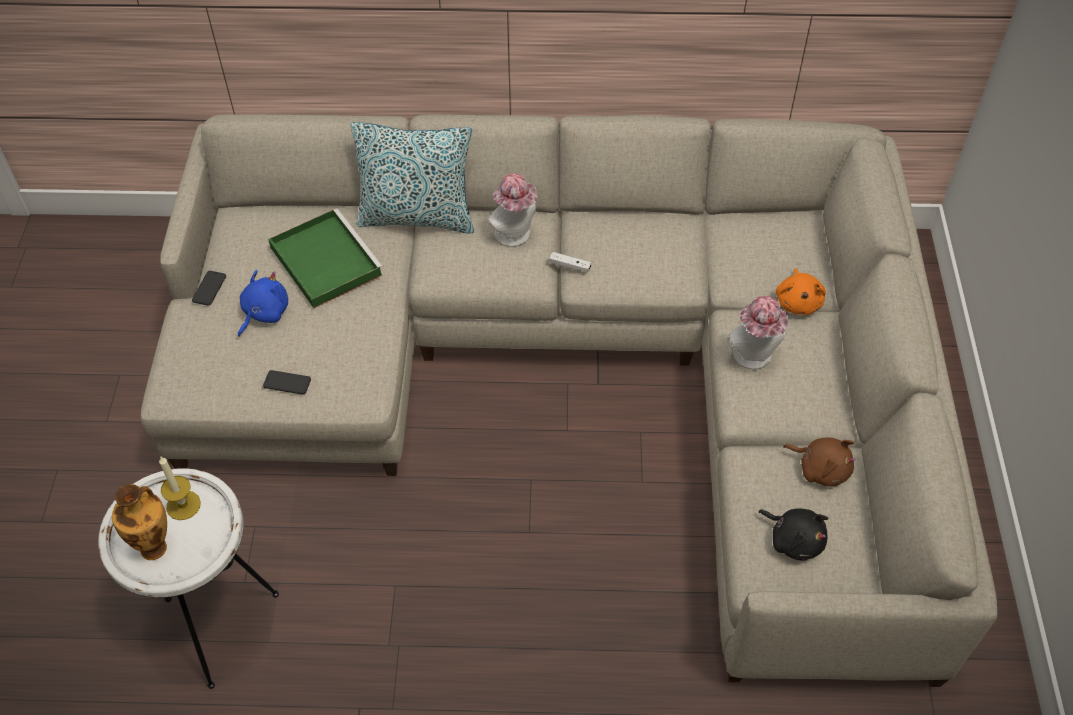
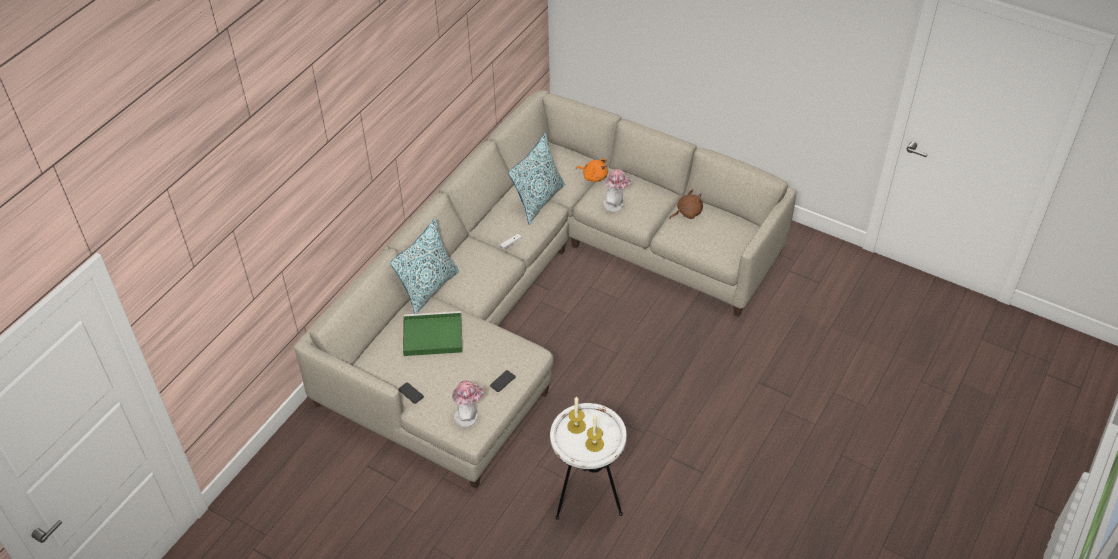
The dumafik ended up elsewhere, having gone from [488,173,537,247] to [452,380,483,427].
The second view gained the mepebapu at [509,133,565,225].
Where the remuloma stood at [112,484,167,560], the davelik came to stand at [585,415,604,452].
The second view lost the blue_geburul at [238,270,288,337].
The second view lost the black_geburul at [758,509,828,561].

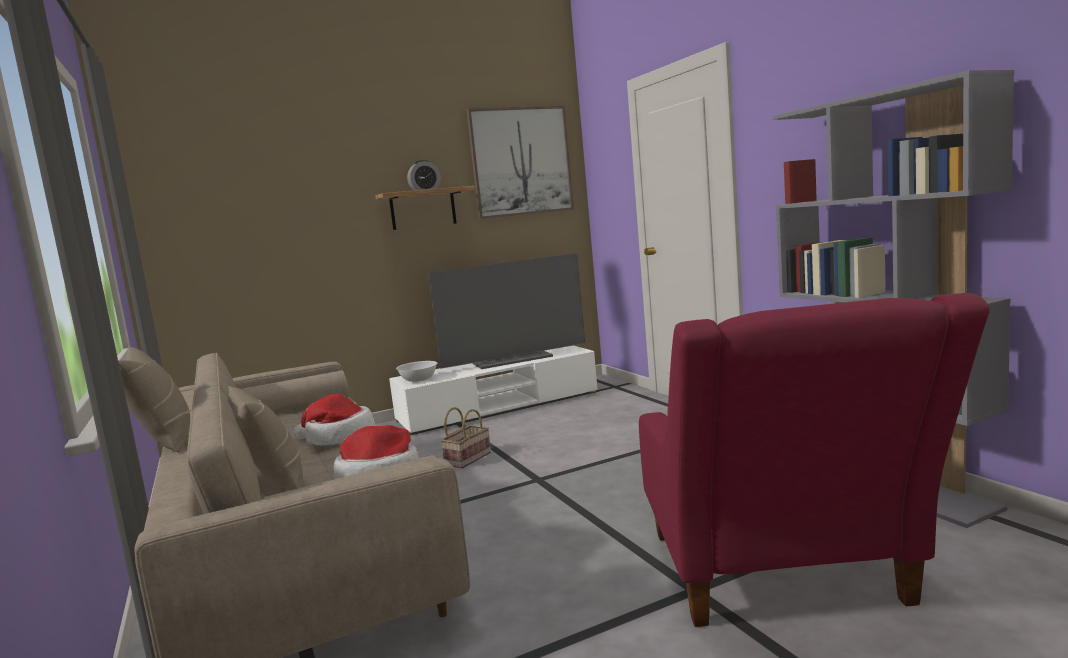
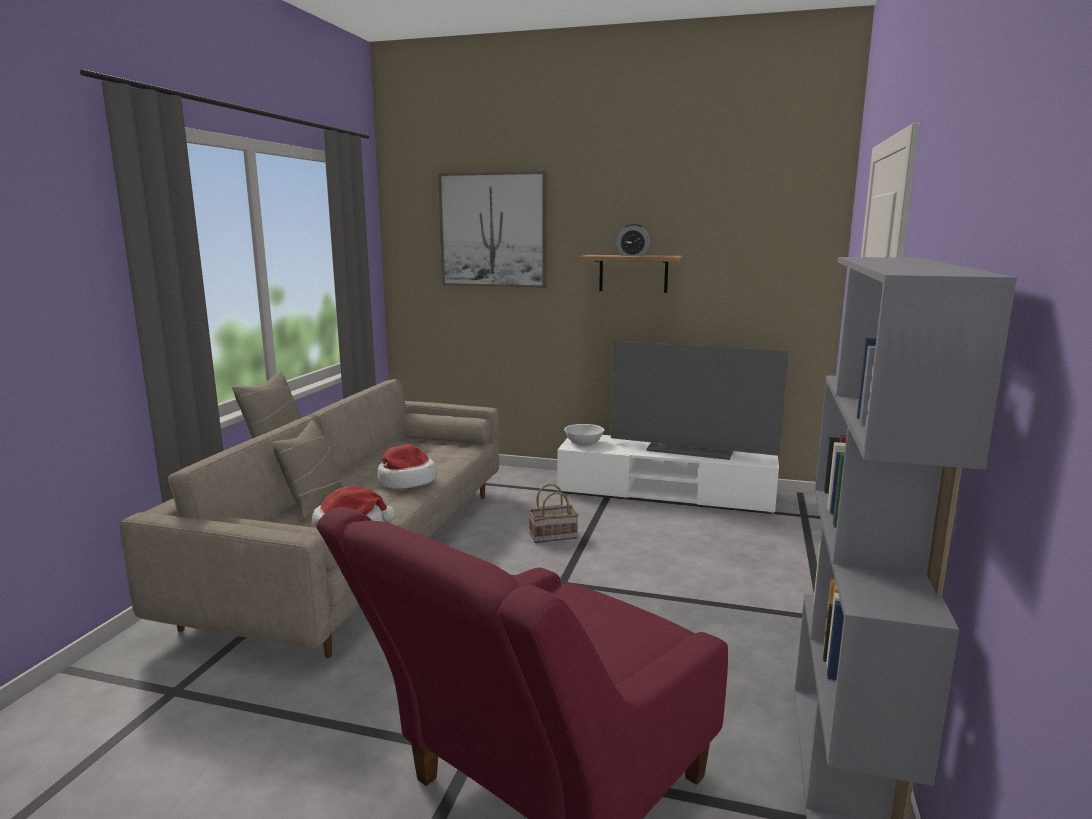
The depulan ended up elsewhere, having gone from [466,106,574,219] to [438,171,546,288].

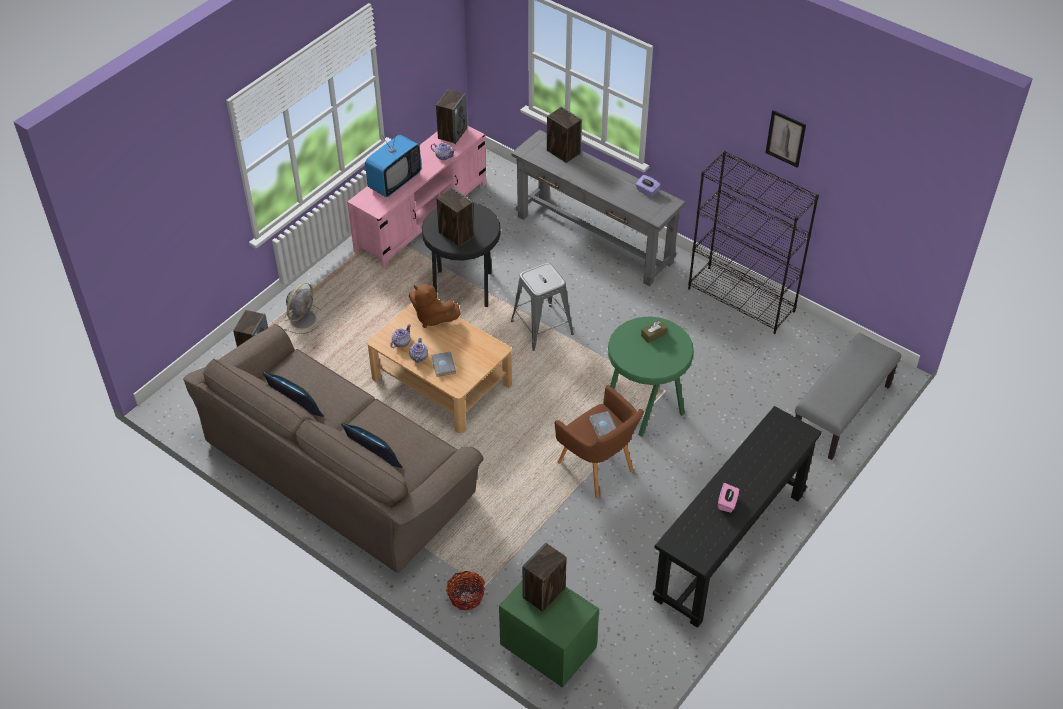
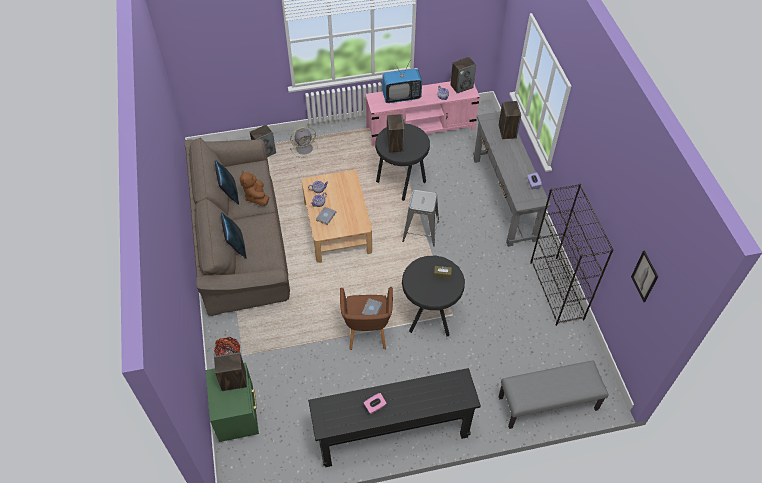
The brown_geburul ended up elsewhere, having gone from [409,284,460,328] to [240,170,269,206].
What was the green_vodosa at [608,316,694,437] turned into the black_vodosa at [402,256,465,336].
The depulan ended up elsewhere, having gone from [765,110,806,168] to [631,250,658,302].

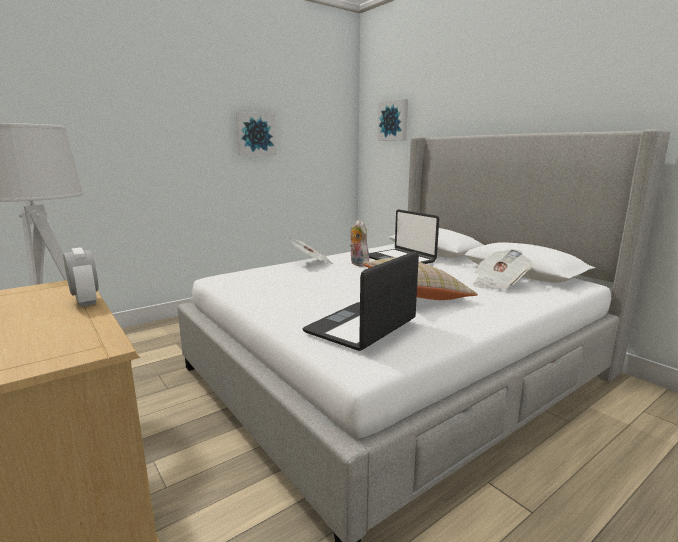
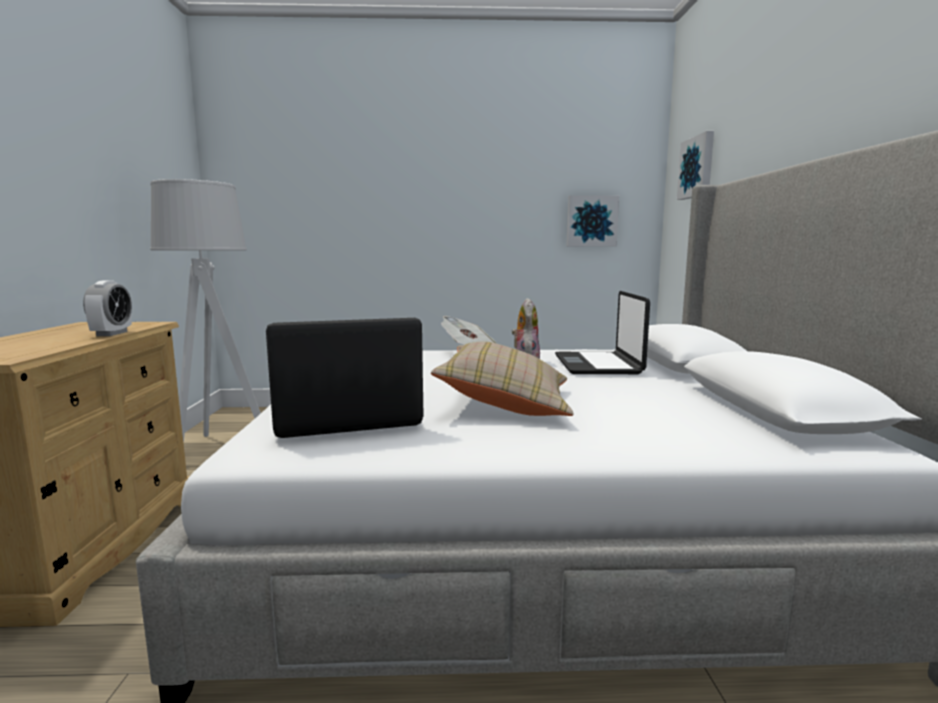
The depulan ended up elsewhere, having gone from [236,112,277,155] to [567,195,619,246].
The second view lost the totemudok at [473,249,532,289].

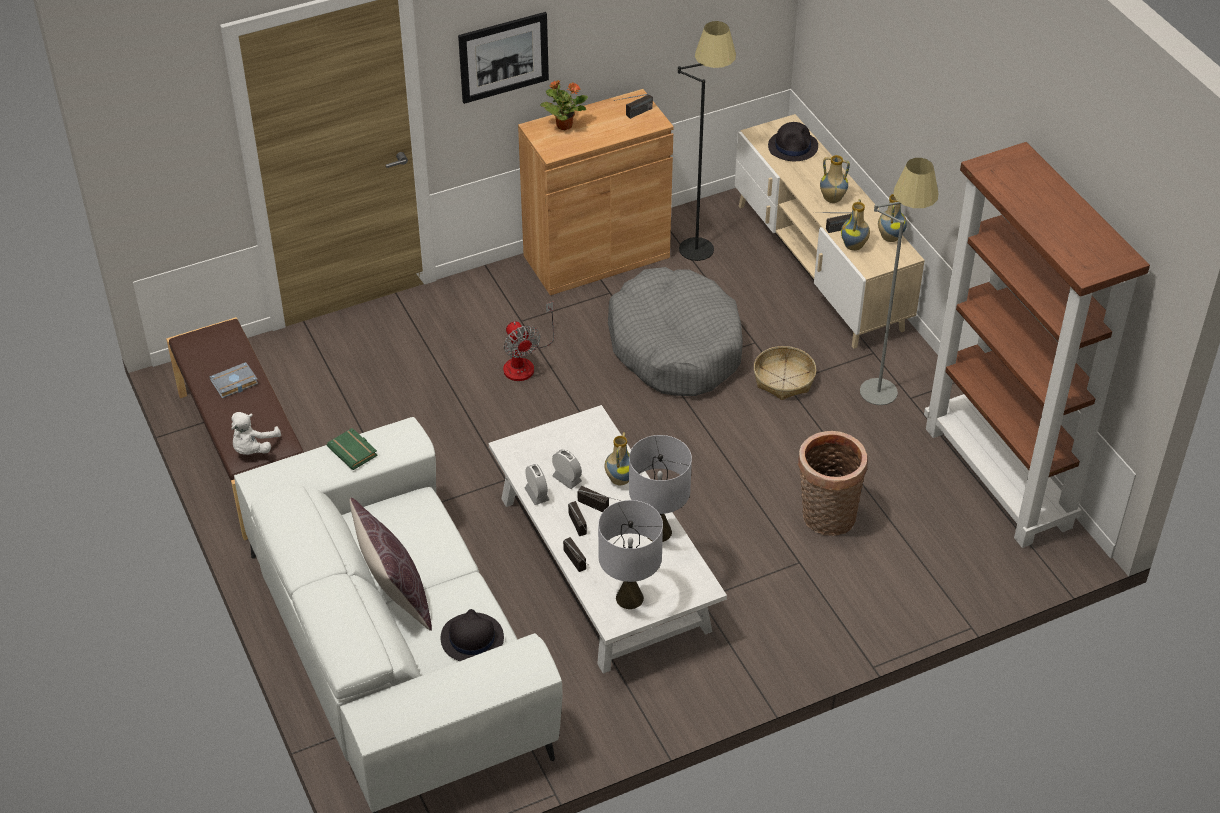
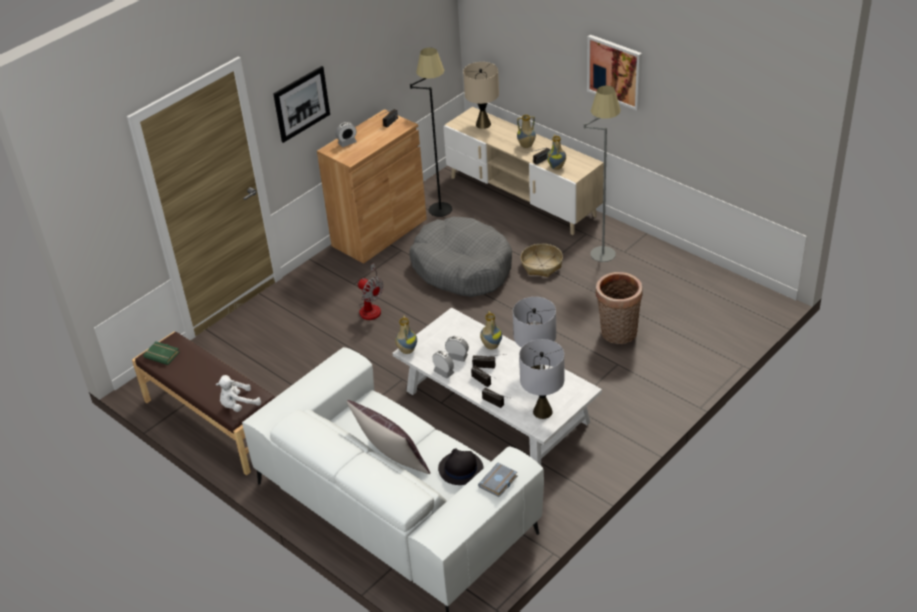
The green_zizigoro ended up elsewhere, having gone from [327,428,378,470] to [143,342,180,365].
The white_geburul at [231,412,281,455] ended up facing another way, 60 degrees clockwise from before.
Where the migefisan stood at [540,80,588,130], the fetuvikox came to stand at [336,122,357,147].
The remuloma ended up elsewhere, having gone from [878,194,907,242] to [395,316,417,354].
Where the black_dumafik stood at [768,122,818,161], the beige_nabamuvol came to stand at [463,62,499,129].
The grey_zizigoro ended up elsewhere, having gone from [210,362,258,398] to [478,463,518,497].
The second view gained the depulan at [587,35,642,111].
The second view lost the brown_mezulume at [924,142,1150,548].

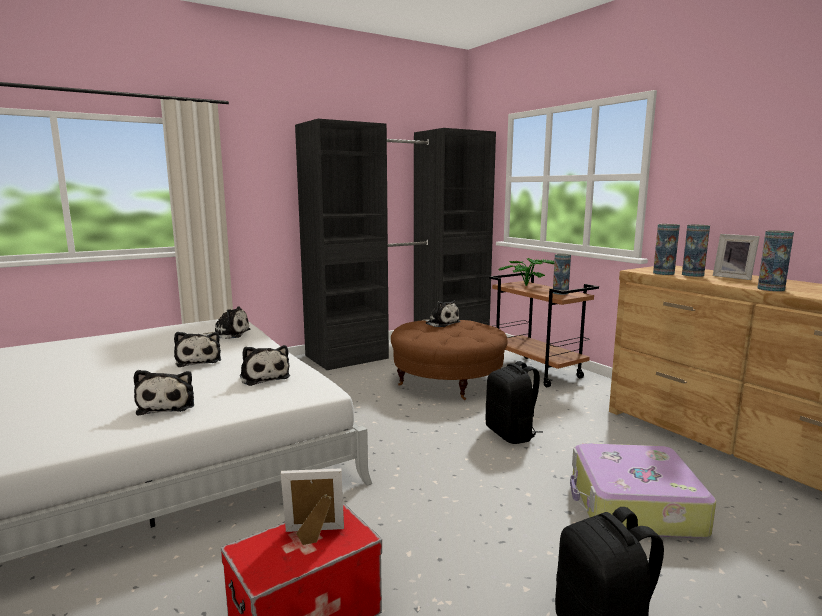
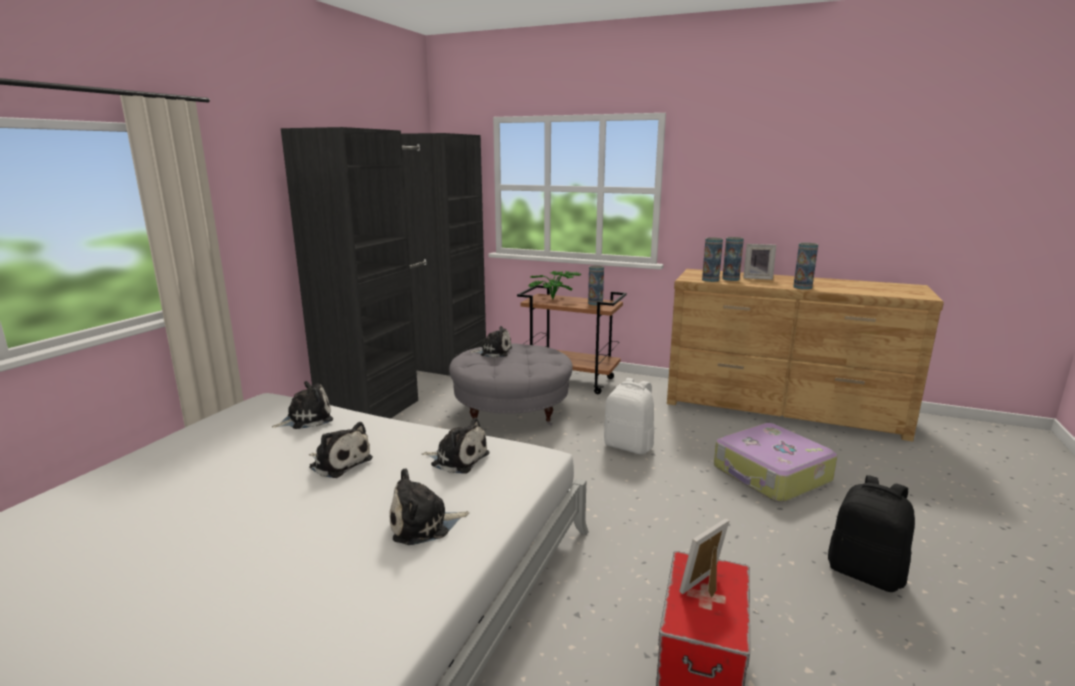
The geburul at [134,370,194,416] ended up facing another way, 120 degrees clockwise from before.
What was the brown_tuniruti at [391,320,508,400] turned into the grey_tuniruti at [449,343,573,426].
What was the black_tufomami at [486,361,543,444] turned into the white_tufomami at [604,378,654,454].

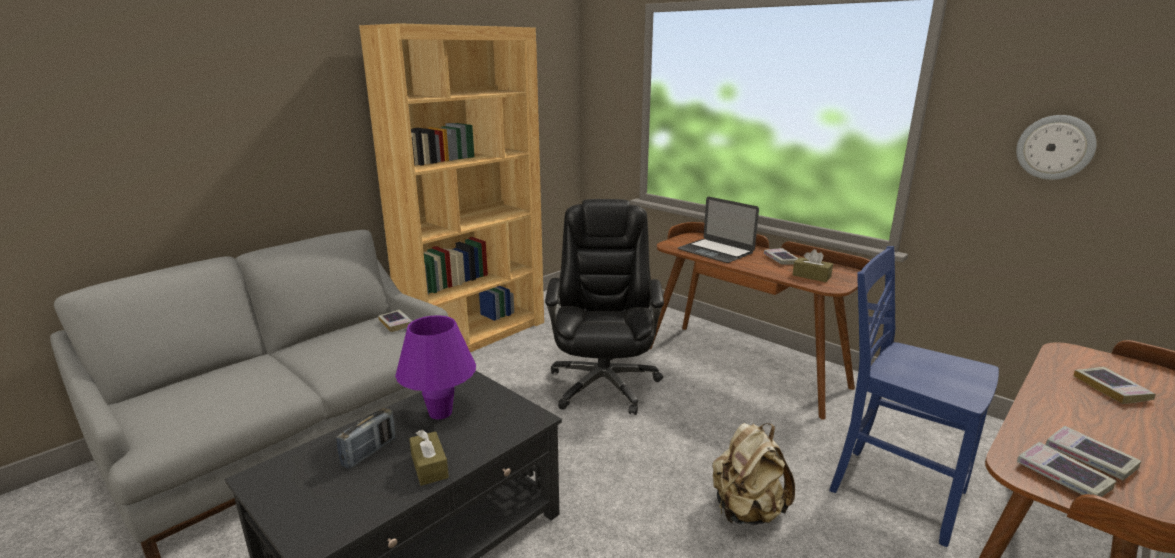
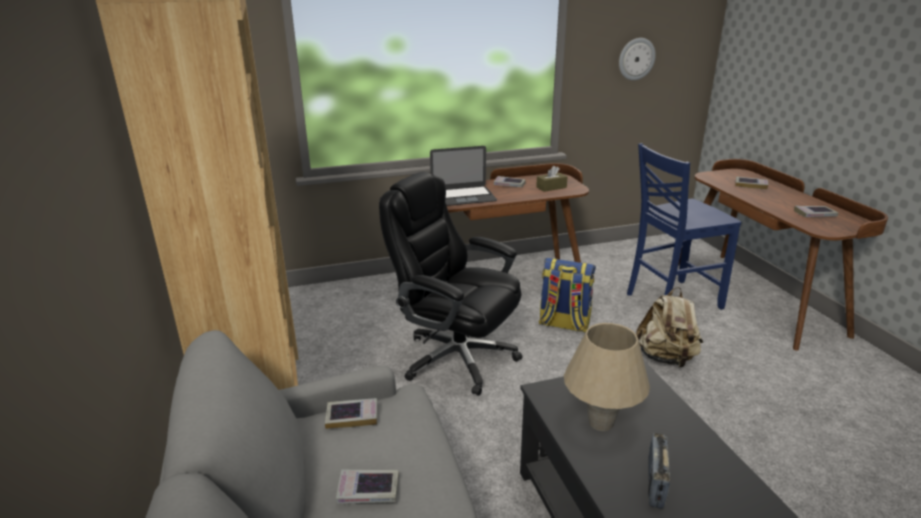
The zizigoro ended up elsewhere, having gone from [1017,442,1116,497] to [336,469,399,503].
The second view gained the tufomami at [539,258,596,332].
What was the purple_nabamuvol at [395,315,476,419] turned into the beige_nabamuvol at [564,323,650,431].
The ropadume at [336,408,395,469] ended up facing another way, 135 degrees counterclockwise from before.
The second view lost the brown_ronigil at [409,430,449,486].

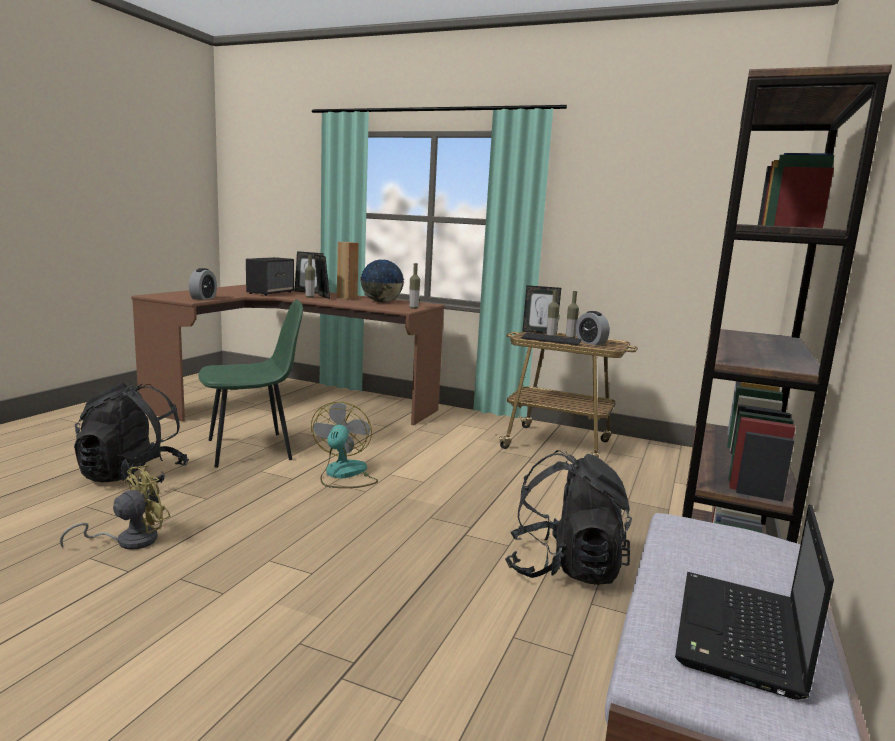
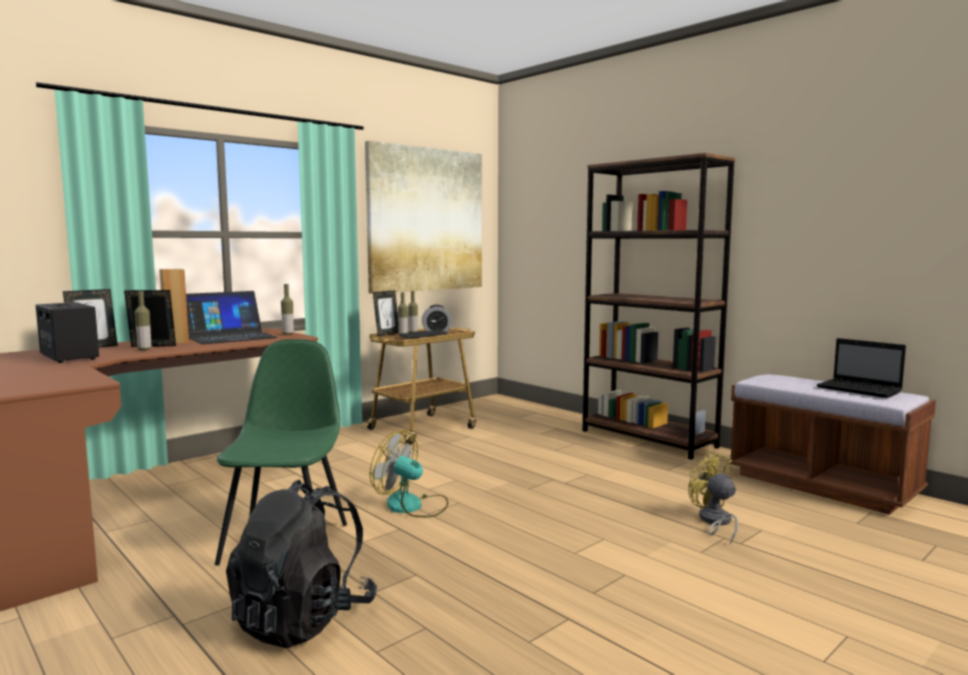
Where the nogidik stood at [360,259,404,303], the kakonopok came to stand at [186,291,277,344].
The second view gained the depulan at [365,141,482,294].
The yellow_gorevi ended up elsewhere, having gone from [60,465,171,550] to [688,451,738,544].
The second view lost the fetuvikox at [189,268,217,300].
The second view lost the black_tufomami at [505,450,632,585].

